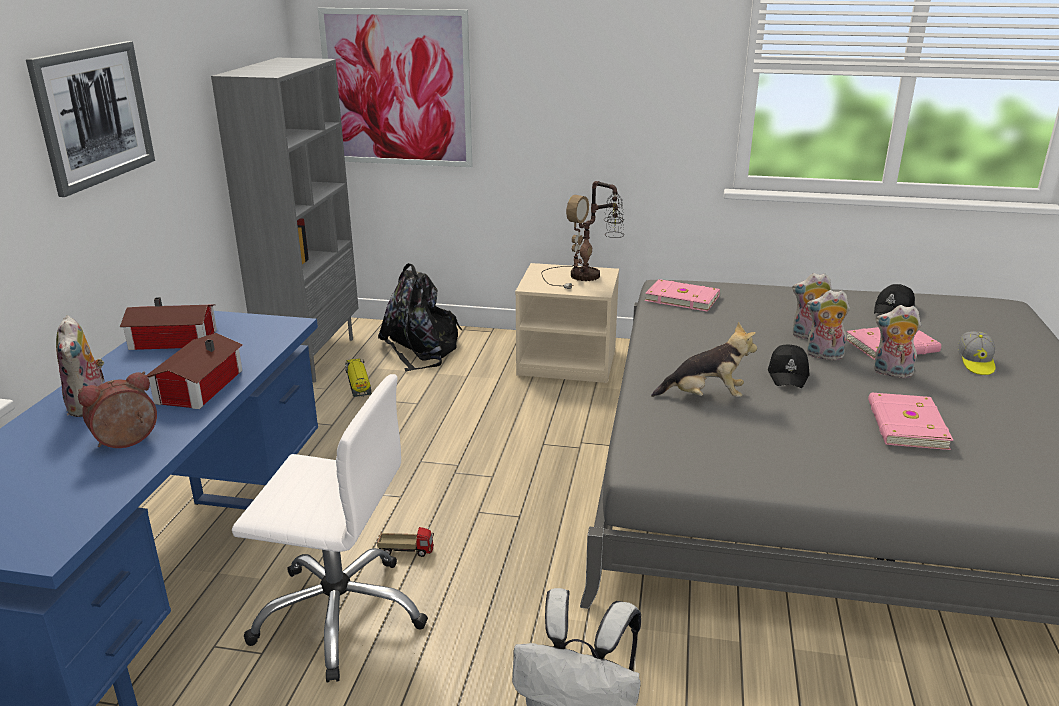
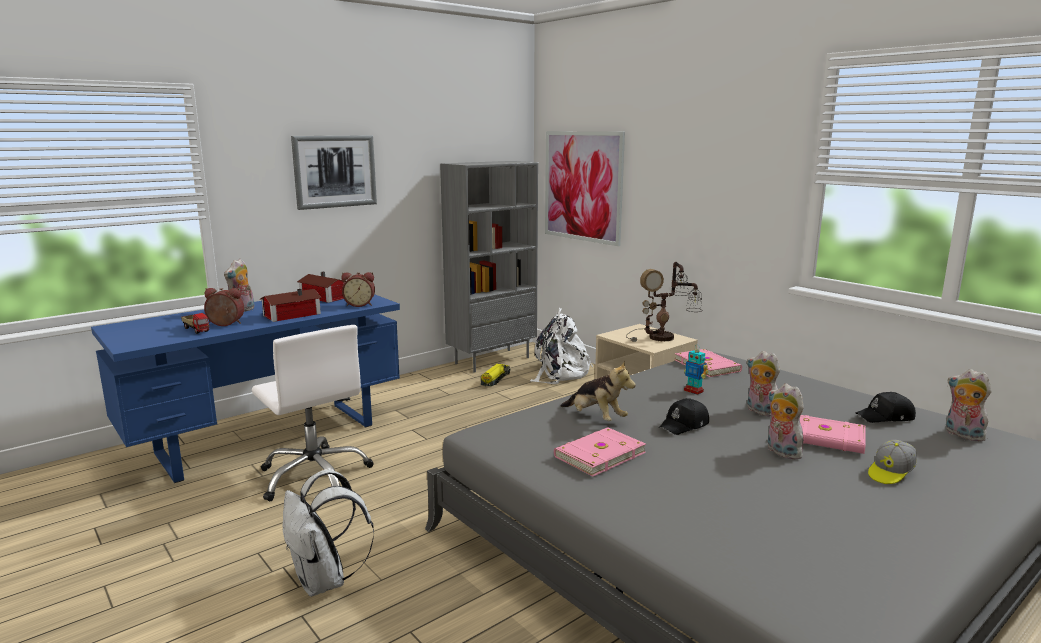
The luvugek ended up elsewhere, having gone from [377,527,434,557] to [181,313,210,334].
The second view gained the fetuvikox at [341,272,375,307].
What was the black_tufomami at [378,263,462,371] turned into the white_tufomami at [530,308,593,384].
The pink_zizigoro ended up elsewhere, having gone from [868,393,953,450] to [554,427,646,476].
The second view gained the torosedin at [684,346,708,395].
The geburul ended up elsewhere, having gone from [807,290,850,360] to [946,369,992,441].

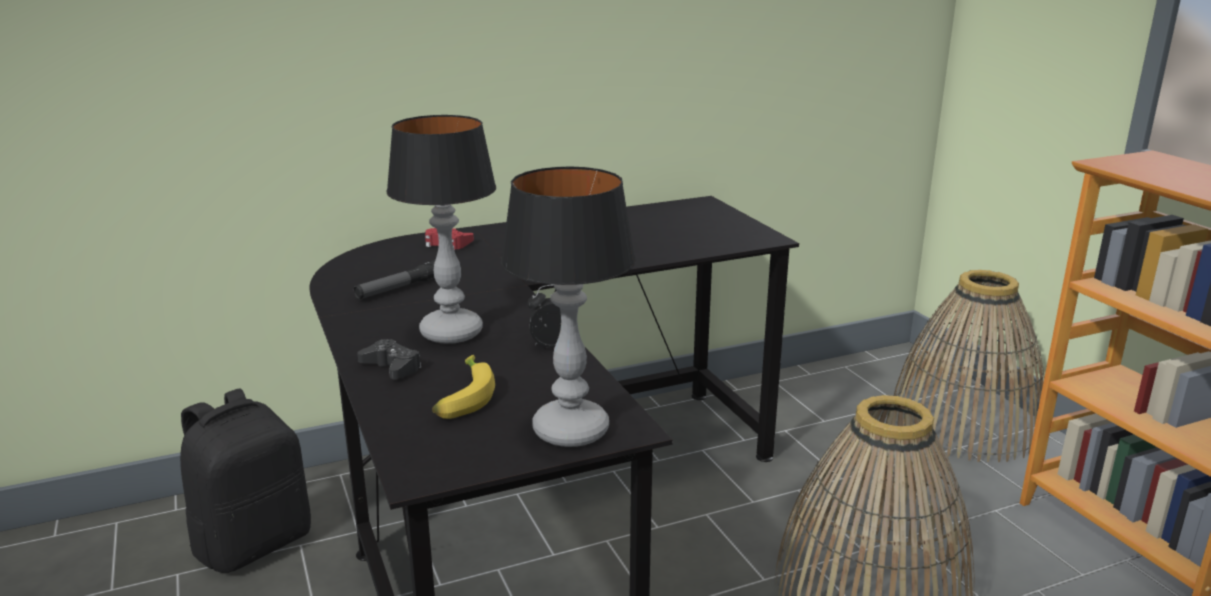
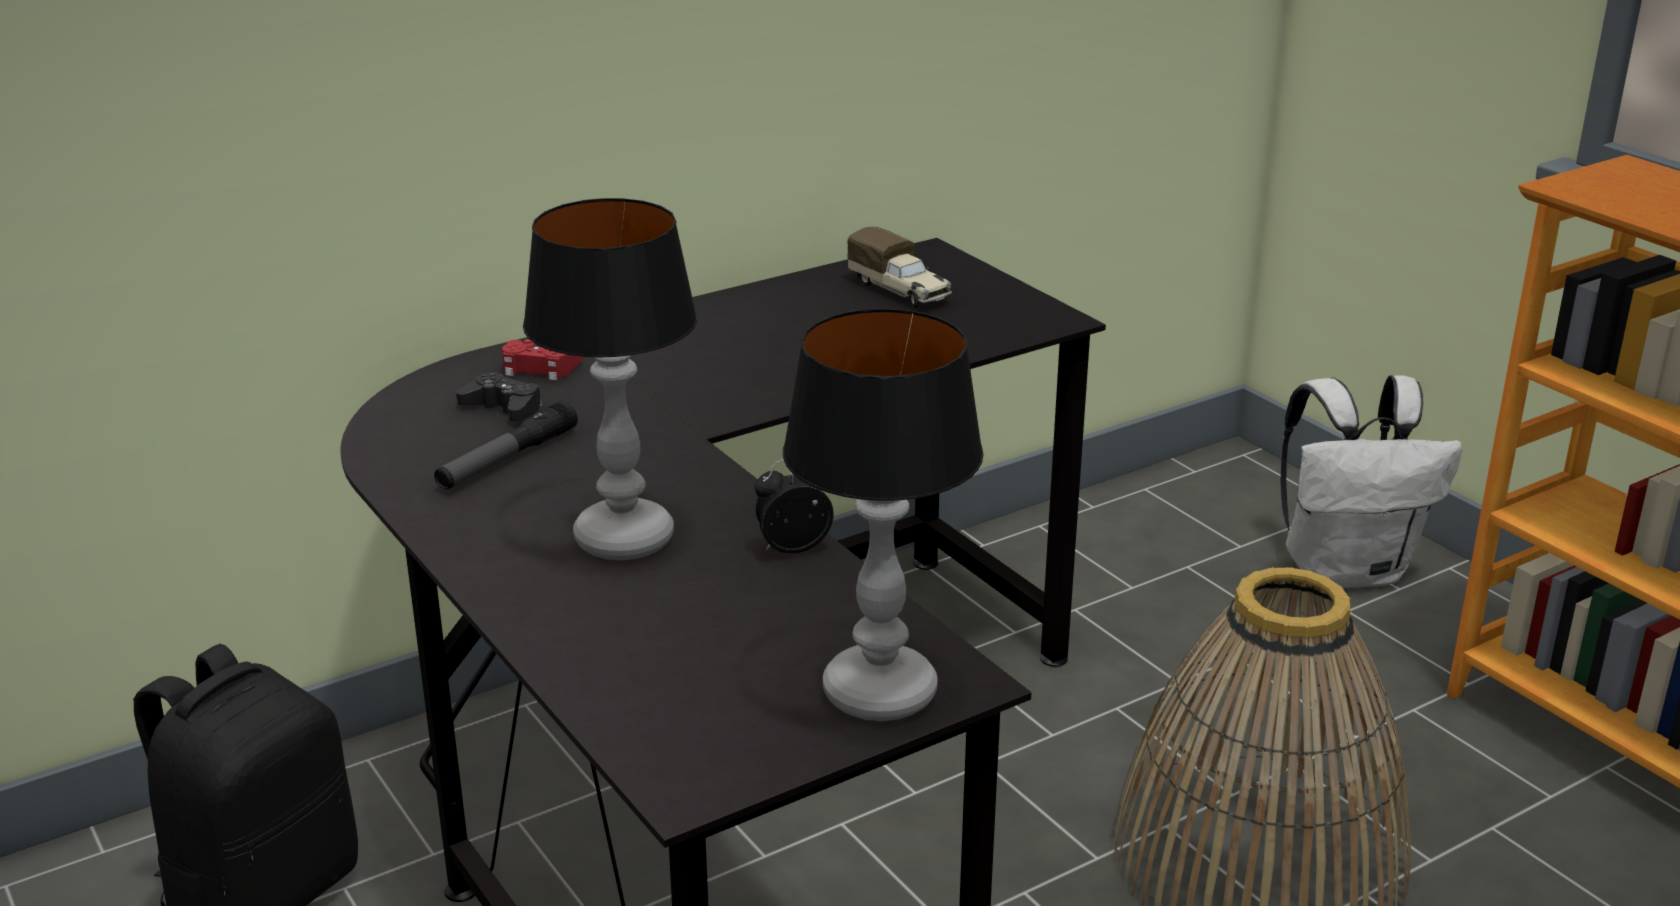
The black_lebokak ended up elsewhere, having gone from [357,339,421,379] to [456,372,542,422].
The second view gained the luvugek at [847,227,952,308].
Where the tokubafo stood at [894,270,1044,462], the white_tufomami came to stand at [1281,375,1463,588].
The second view lost the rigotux at [432,355,495,419].

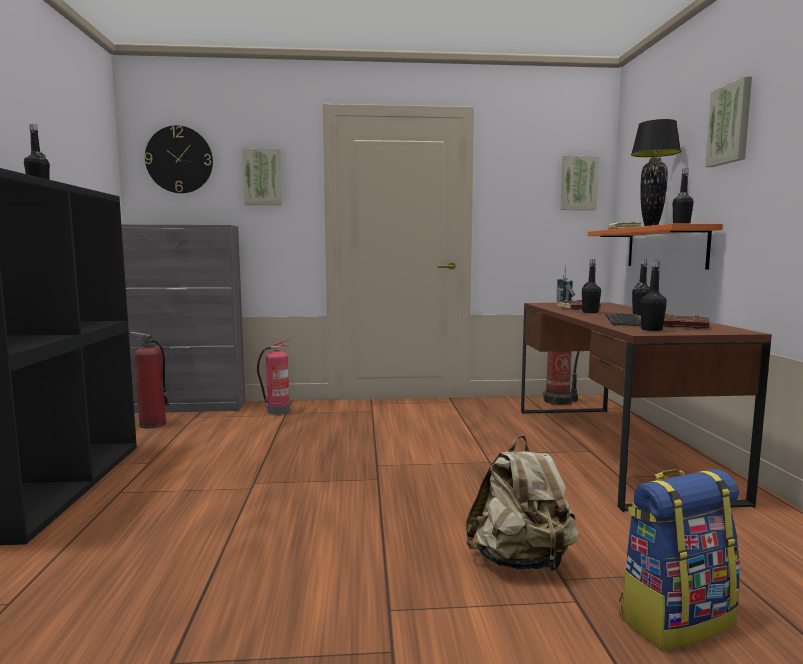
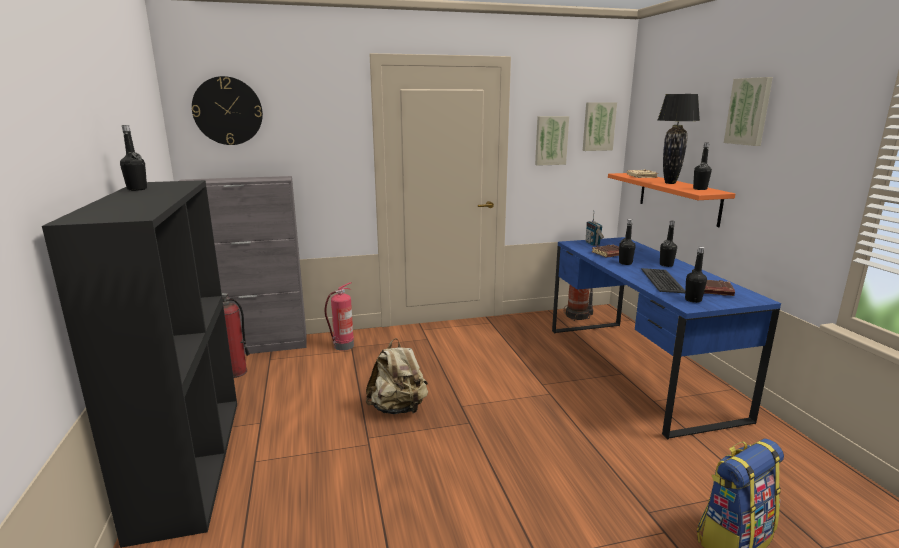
The beige_tufomami ended up elsewhere, having gone from [466,435,579,571] to [366,338,428,414].
The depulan ended up elsewhere, having gone from [242,148,282,205] to [535,116,569,166].
What was the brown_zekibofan at [521,302,772,512] turned into the blue_zekibofan at [552,237,781,439].

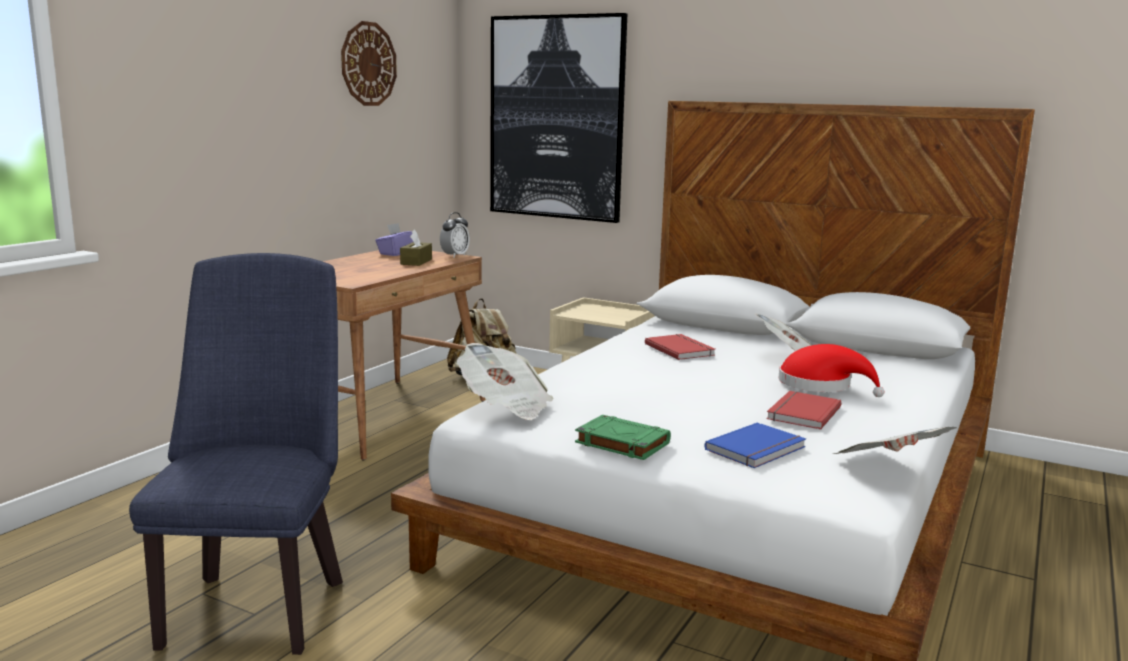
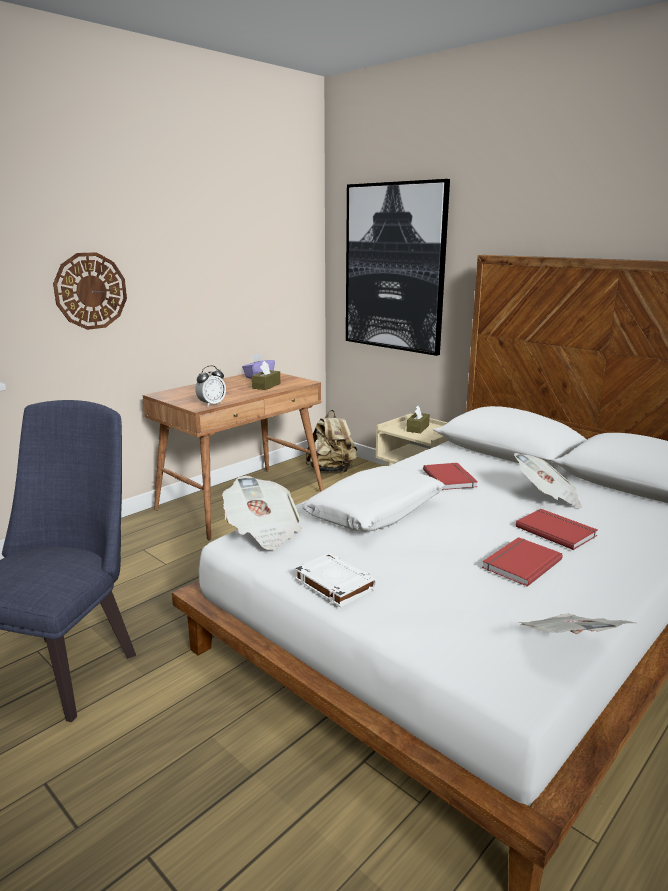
The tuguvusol ended up elsewhere, having gone from [341,21,397,106] to [53,252,127,330].
The fetuvikox ended up elsewhere, having gone from [440,212,470,258] to [195,366,226,407].
What was the green_zizigoro at [575,415,671,460] turned into the white_zizigoro at [295,553,377,608].
The second view gained the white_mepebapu at [302,466,445,532].
The second view gained the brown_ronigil at [407,406,430,433].
Where the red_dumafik stood at [779,344,884,397], the red_zizigoro came to stand at [516,509,598,550].
The second view lost the blue_zizigoro at [705,422,806,468].

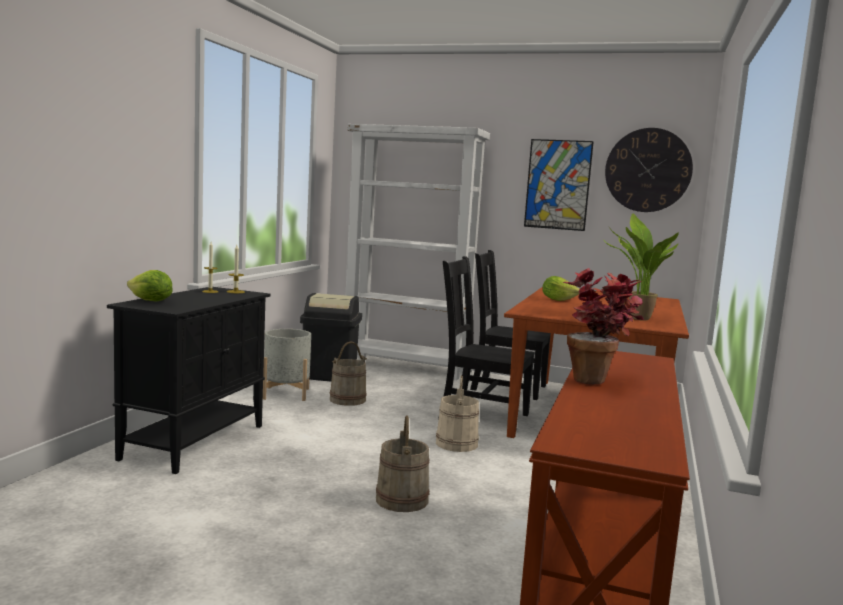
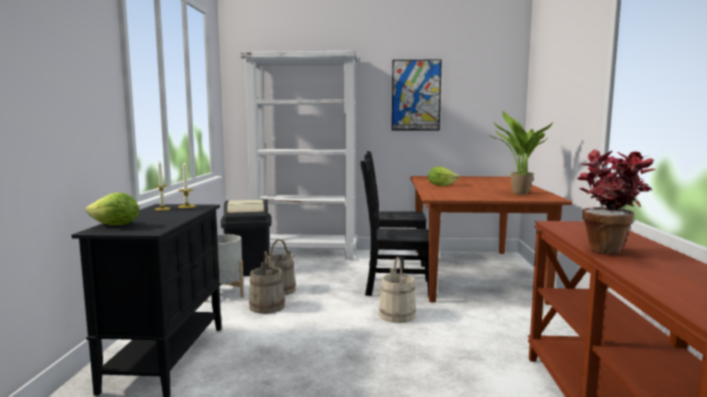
The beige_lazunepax ended up elsewhere, having gone from [376,416,430,512] to [249,251,285,314].
The second view lost the tuguvusol at [605,128,693,212].

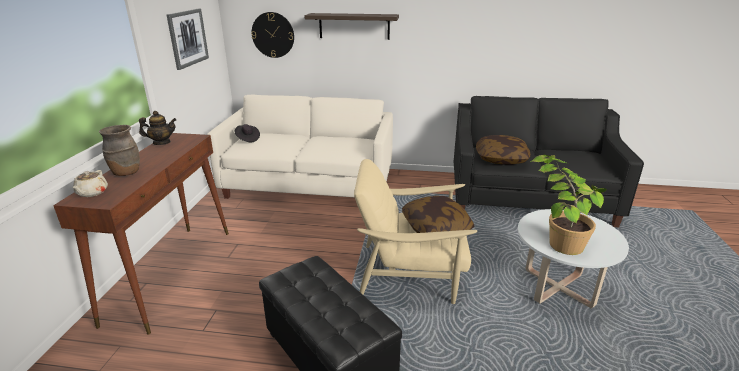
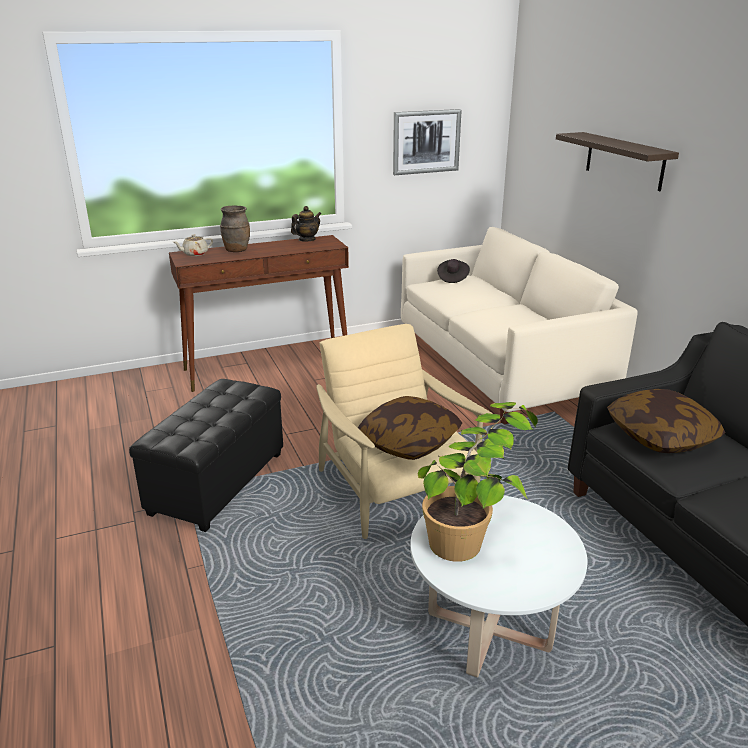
The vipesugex at [139,111,176,145] ended up facing another way, 90 degrees counterclockwise from before.
The second view lost the tuguvusol at [251,12,294,58].

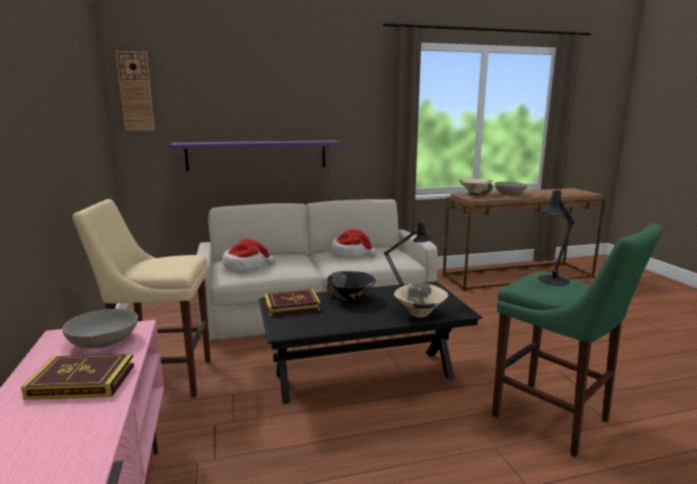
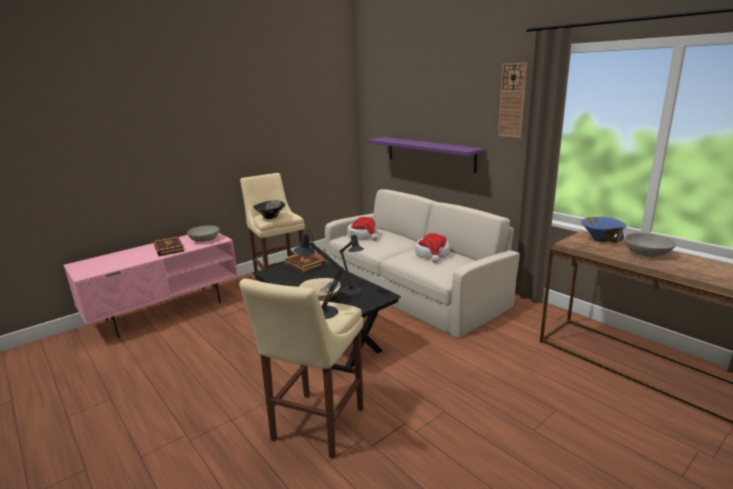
What was the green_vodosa at [492,224,663,458] turned into the beige_vodosa at [239,278,363,459].
The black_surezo ended up elsewhere, having gone from [326,271,376,302] to [253,200,285,219].
The tuguvusol ended up elsewhere, having gone from [115,51,155,131] to [498,63,527,138].
What was the beige_surezo at [459,178,493,195] turned into the blue_surezo at [581,217,626,243].

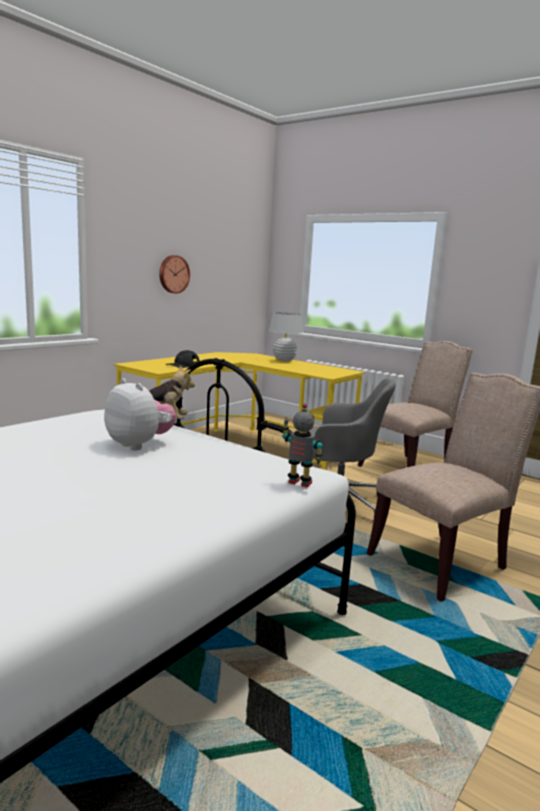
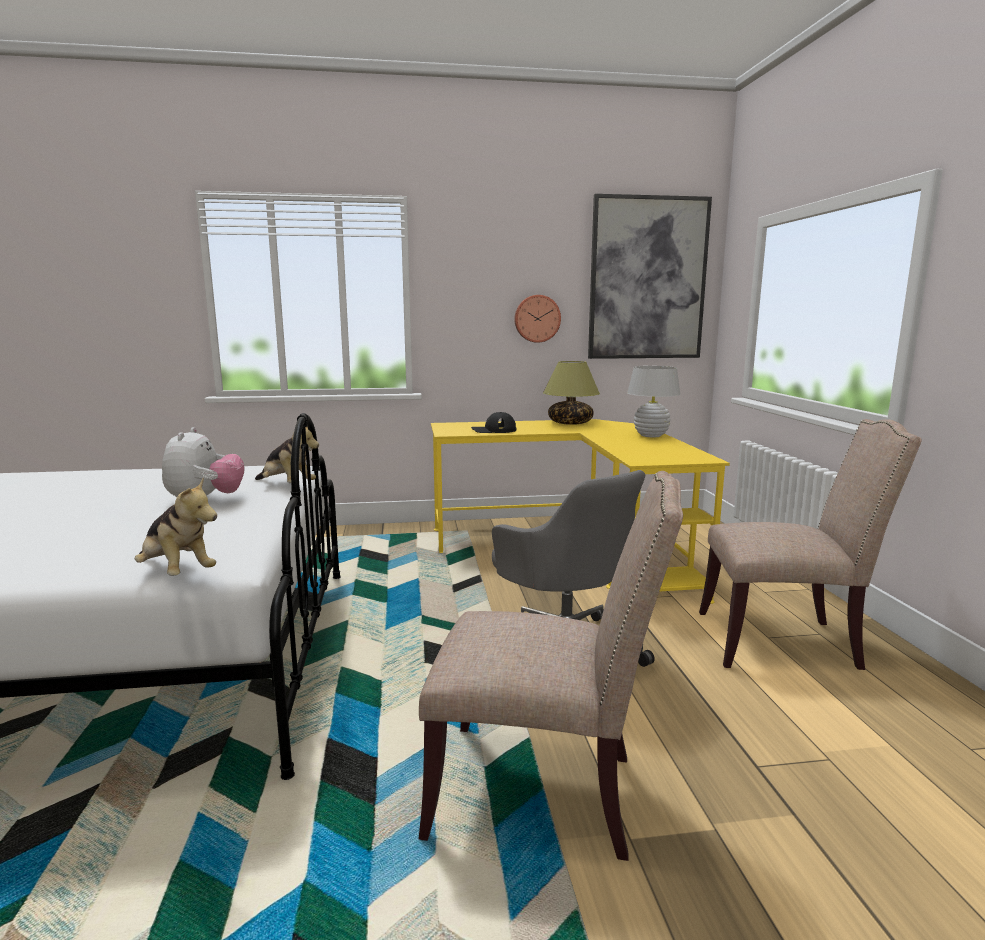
Where the torosedin stood at [282,403,323,487], the geburul came to stand at [135,478,217,576].
The second view gained the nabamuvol at [543,361,600,425].
The second view gained the depulan at [588,194,712,359].

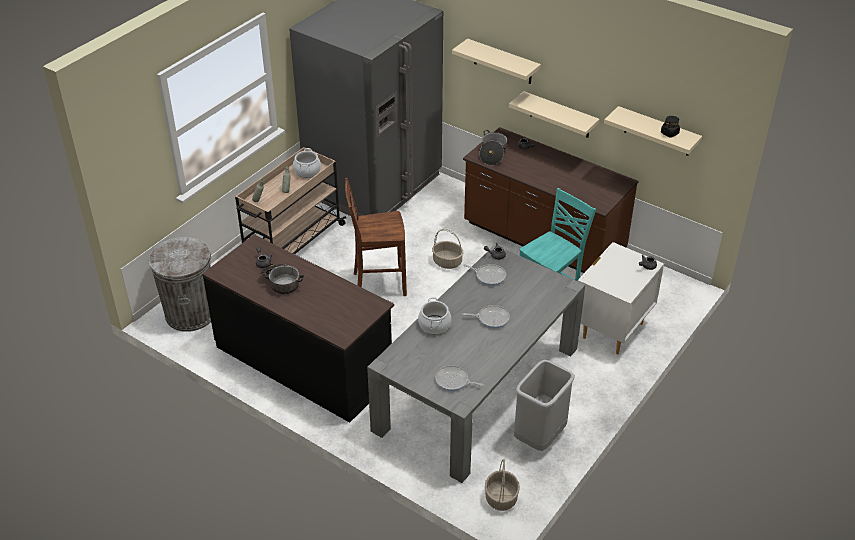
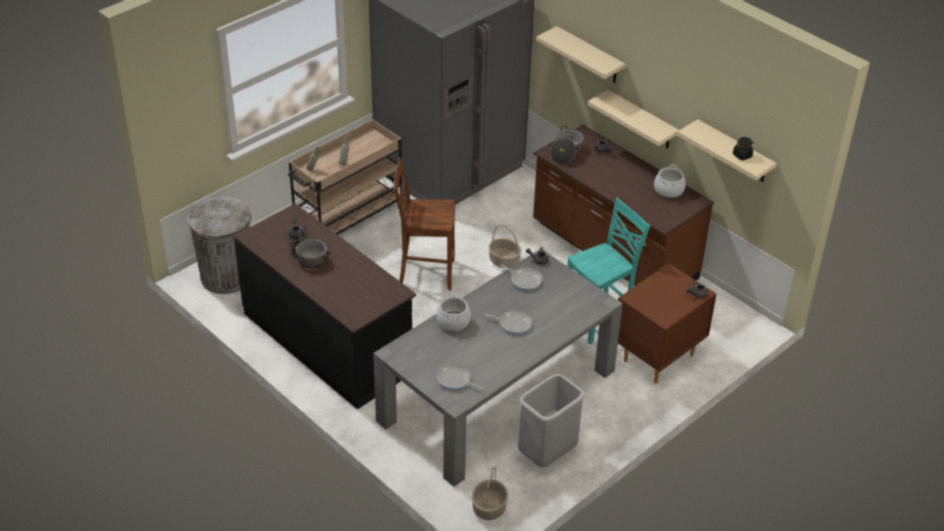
What was the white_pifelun at [578,242,664,354] turned into the brown_pifelun at [618,264,716,383].
The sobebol ended up elsewhere, having gone from [293,148,321,178] to [654,164,686,198].

